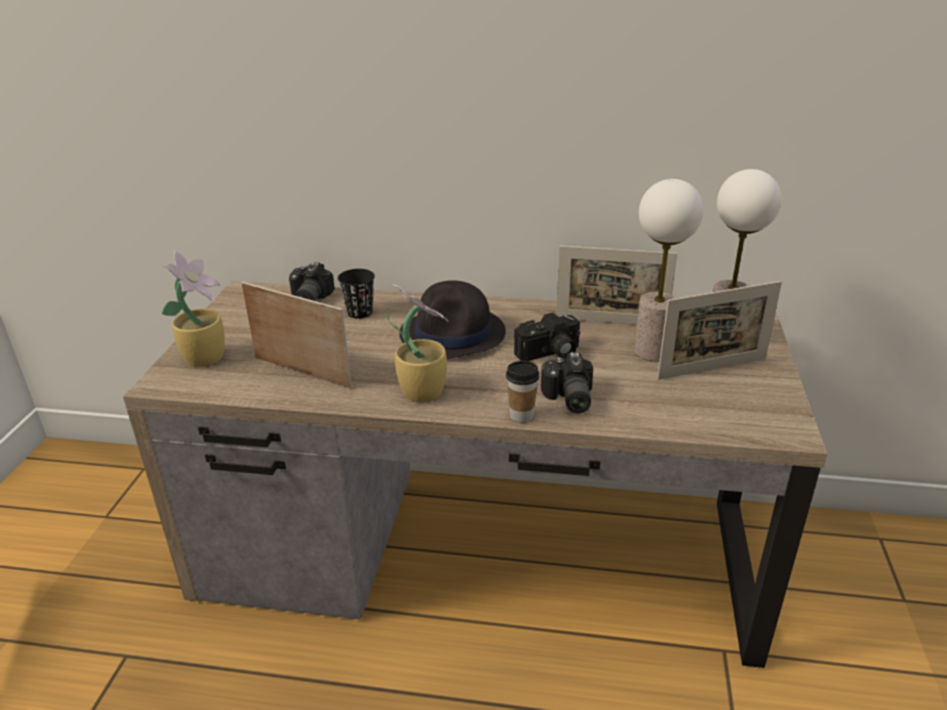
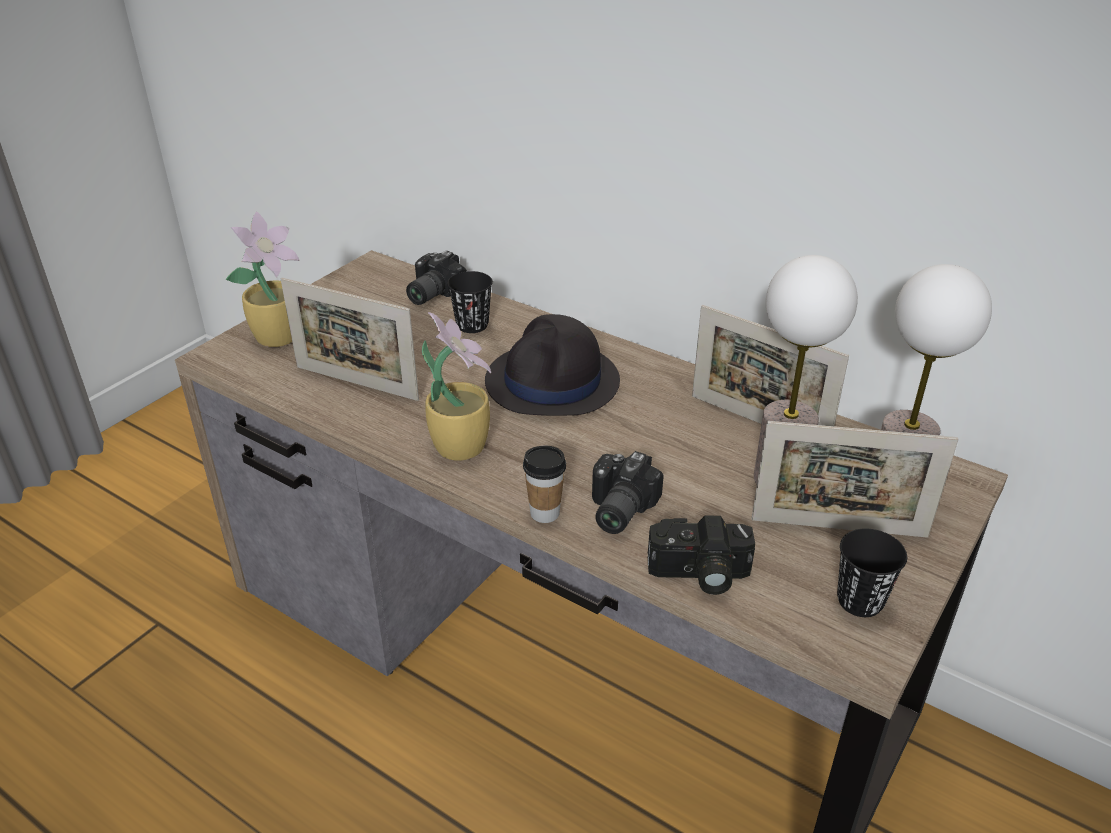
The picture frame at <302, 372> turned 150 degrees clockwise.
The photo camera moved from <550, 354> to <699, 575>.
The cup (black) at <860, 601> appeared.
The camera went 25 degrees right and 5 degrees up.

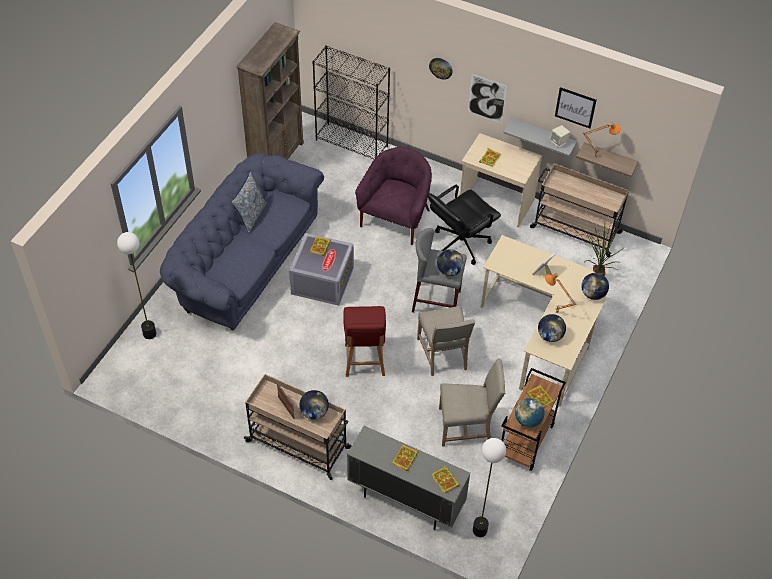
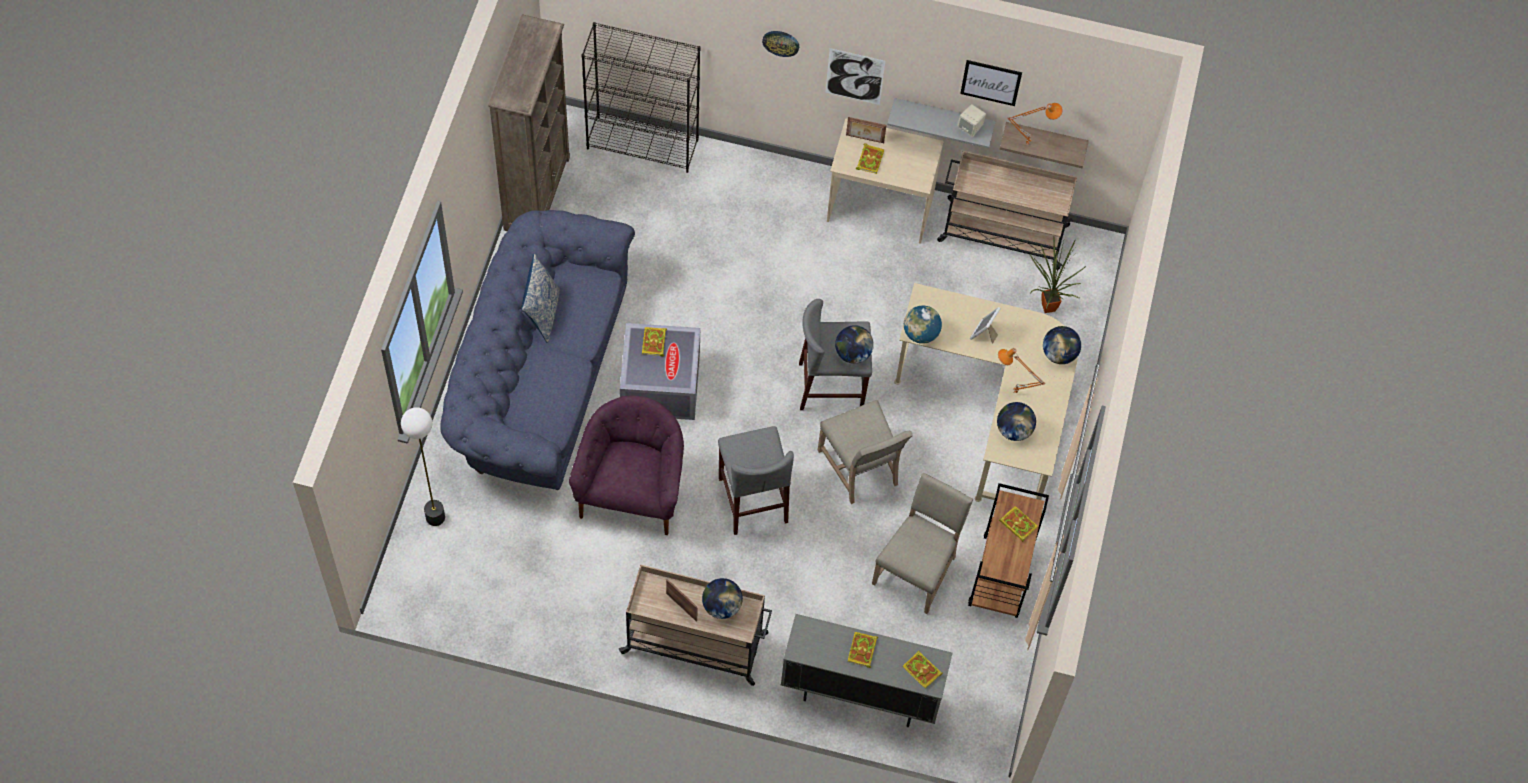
The armchair (purple) moved from <396, 218> to <632, 491>.
The chair (red) at <364, 361> was replaced by the stool (grey) at <753, 500>.
The picture frame at <864, 139> appeared.
The chair (beige) at <467, 426> turned 45 degrees counterclockwise.
The globe moved from <528, 420> to <921, 333>.
The office chair (black) at <460, 243> disappeared.
The floor lamp at <479, 530> disappeared.
The camera went 15 degrees left and 10 degrees up.

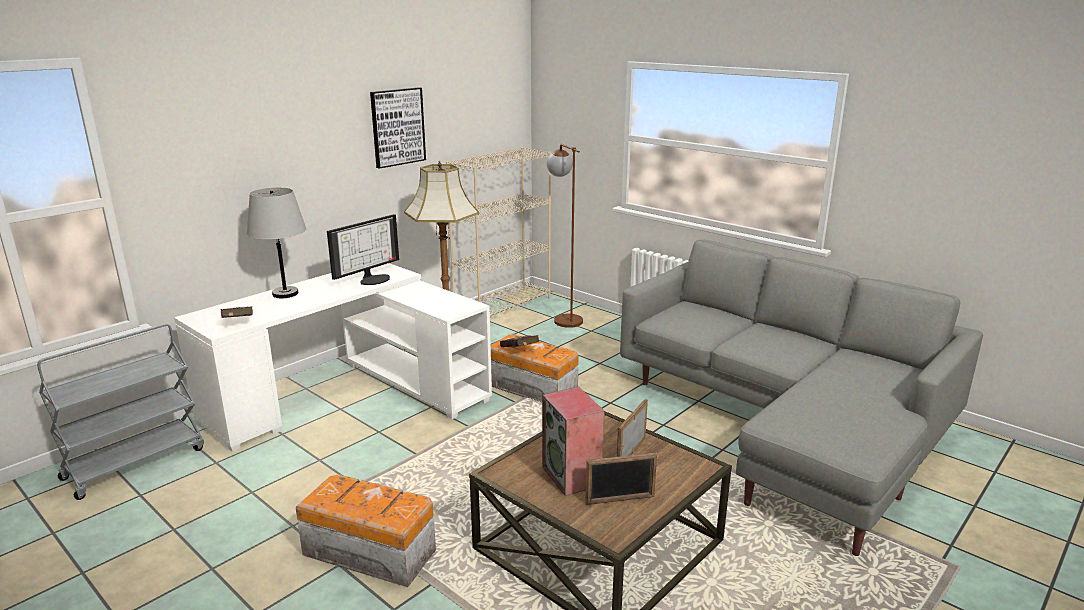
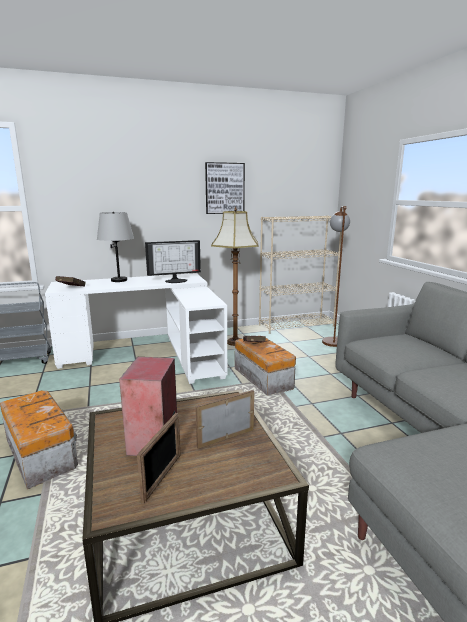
The picture frame at <620, 500> turned 90 degrees counterclockwise.
The camera went 30 degrees right and 5 degrees down.

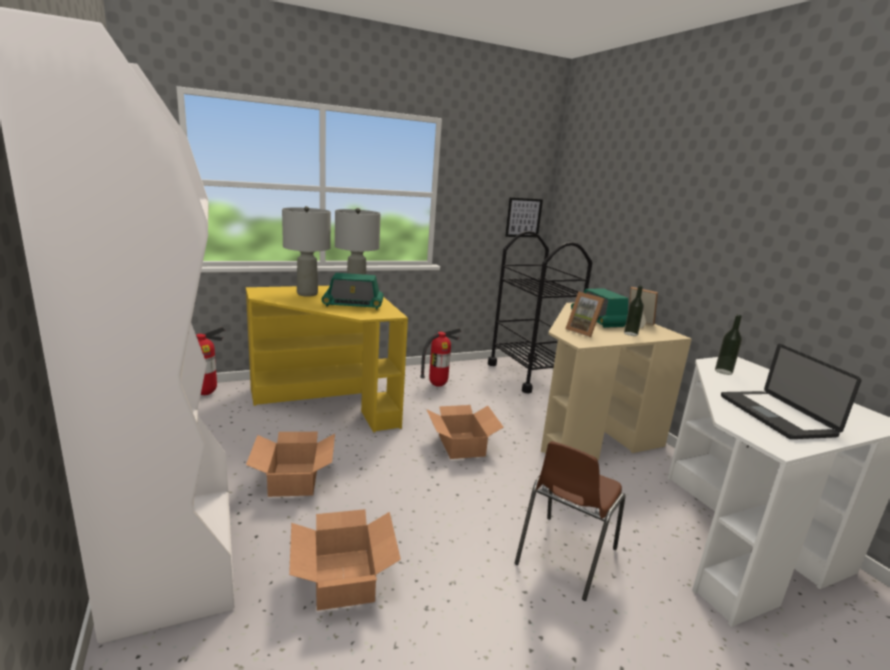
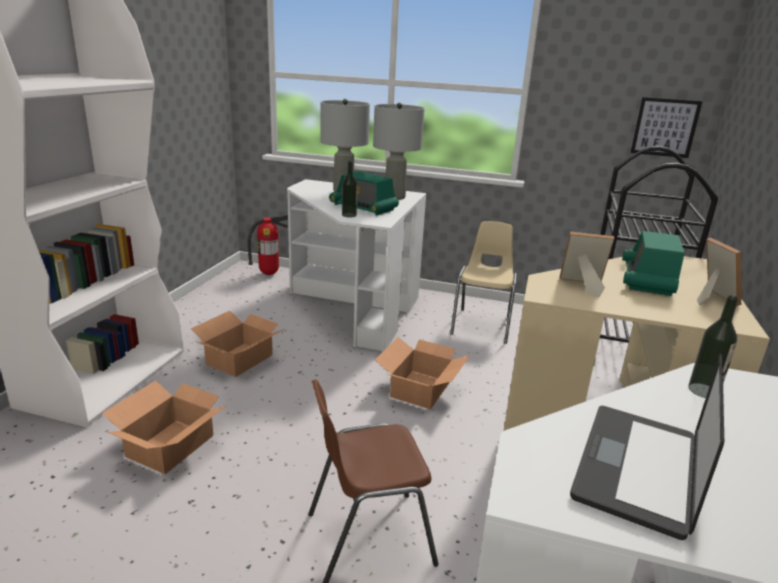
The desk (yellow) at <329, 401> became the desk (white) at <352, 308>.
The bottle moved from <630, 334> to <349, 215>.
The fire extinguisher at <437, 385> was replaced by the chair (beige) at <482, 325>.
The picture frame at <583, 331> turned 105 degrees clockwise.
The camera went 40 degrees right and 5 degrees up.

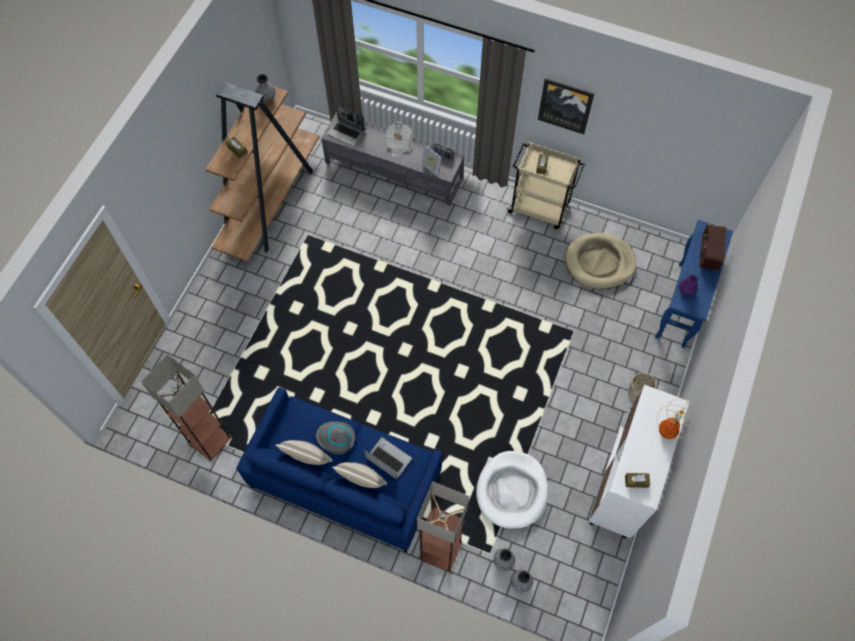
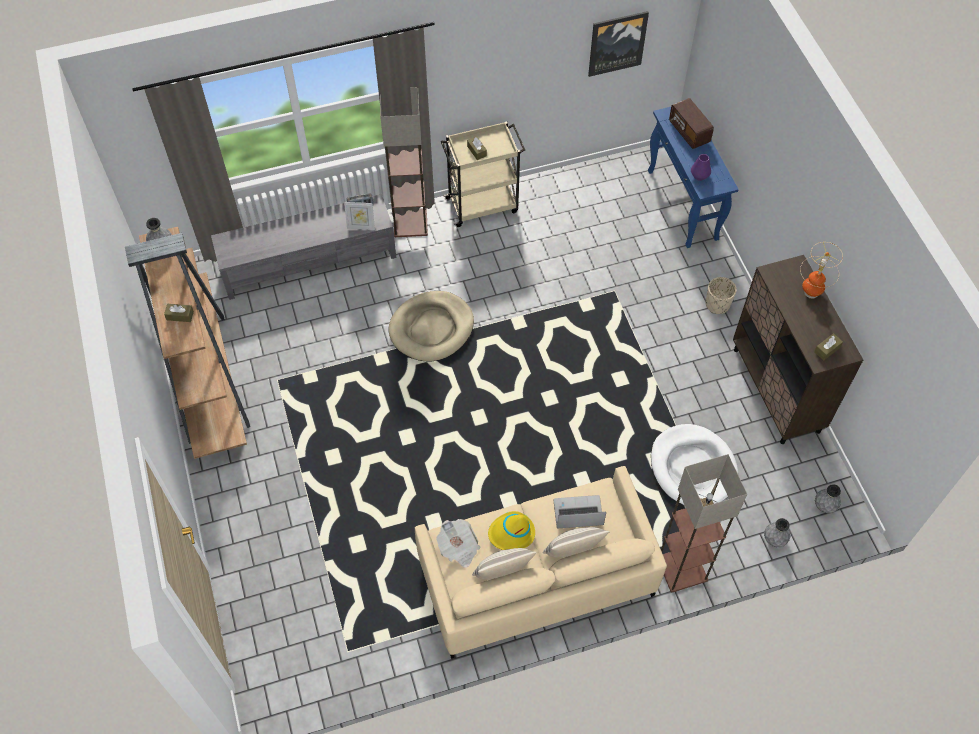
The floor lamp moved from <209, 440> to <410, 224>.
The dog bed (beige) moved from <599, 263> to <431, 328>.
The sofa (blue) at <345, 478> became the sofa (beige) at <536, 576>.
The newspaper moved from <398, 144> to <458, 548>.
The hat (grey) at <336, 438> became the hat (yellow) at <511, 533>.
The picture moved from <565, 105> to <617, 43>.
The cabinet (white) at <622, 484> became the cabinet (brown) at <776, 390>.
The vase (grey) moved from <503, 561> to <824, 506>.
The laptop at <346, 132> disappeared.
The camera went 40 degrees left and 5 degrees down.

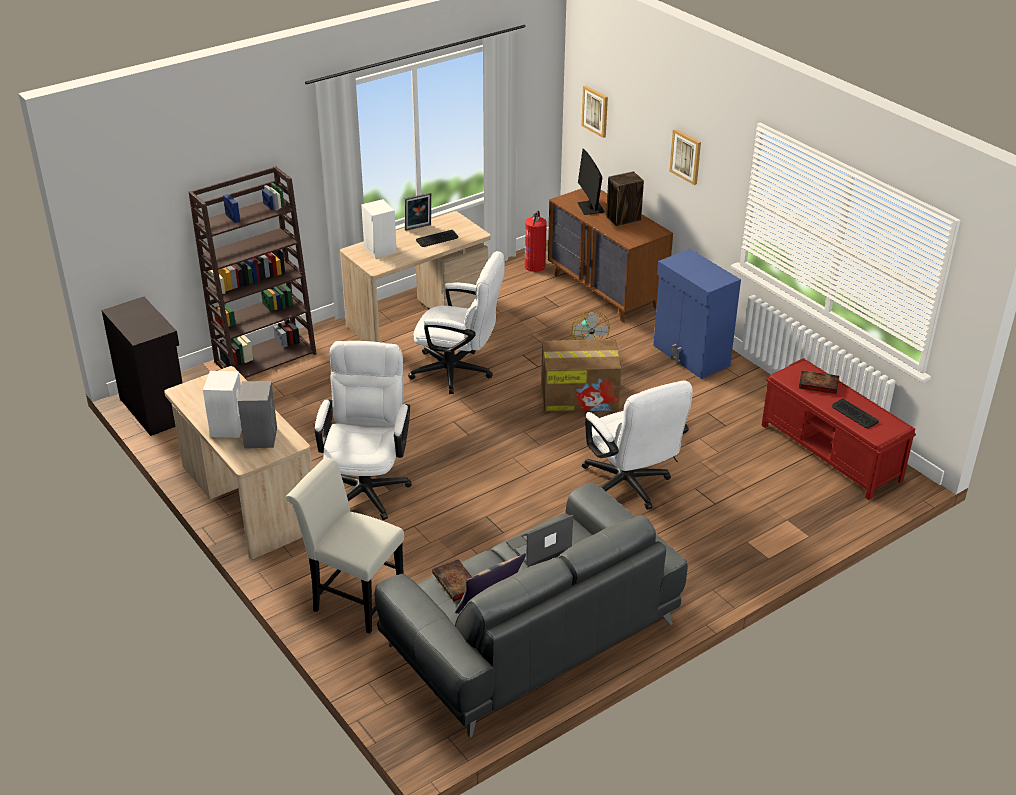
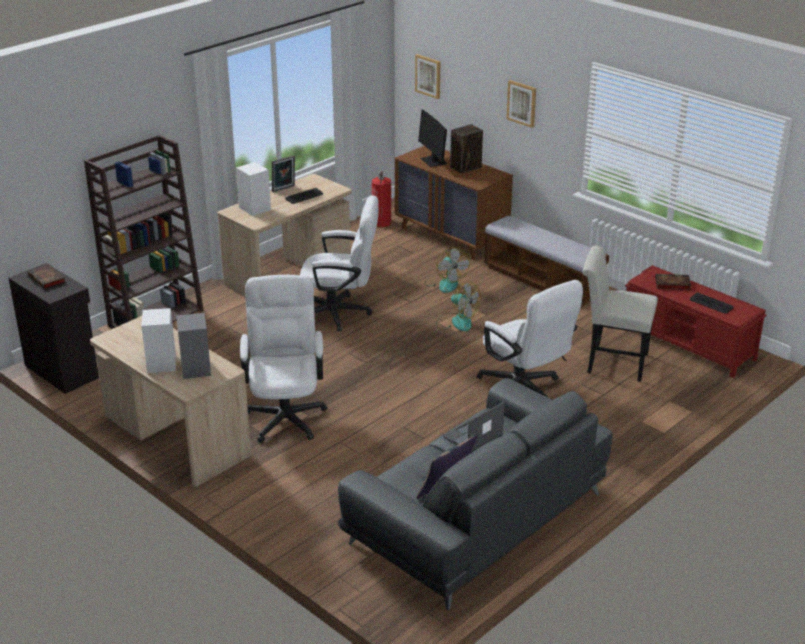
The book moved from <457, 583> to <48, 279>.
The cardboard box at <580, 396> was replaced by the fan at <456, 321>.
The cabinet (blue) at <690, 356> was replaced by the bench at <542, 281>.
The chair (white) moved from <353, 598> to <612, 362>.
The camera went 10 degrees left and 5 degrees down.

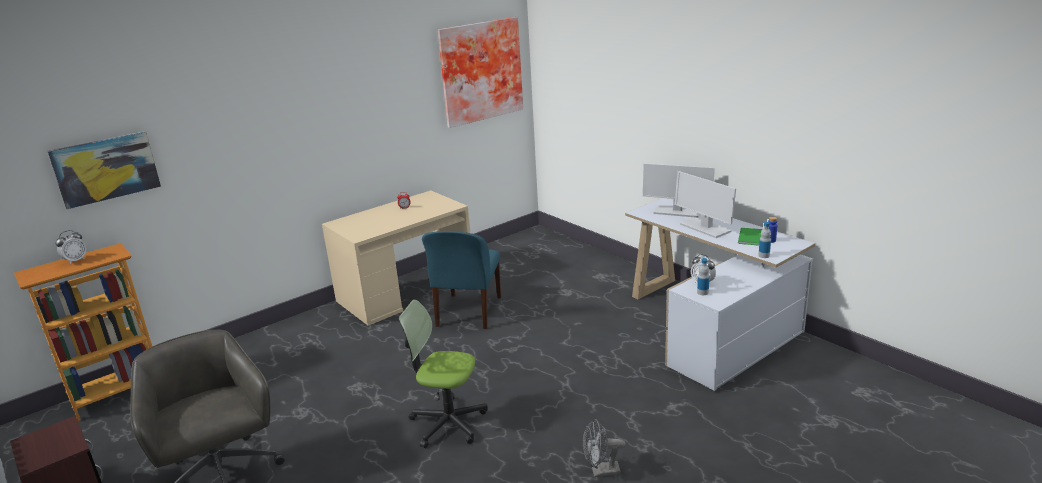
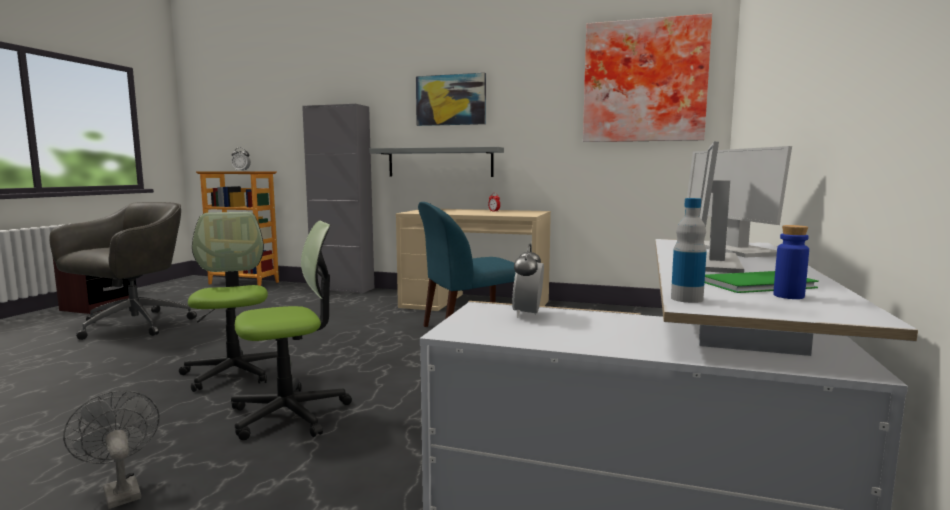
The office chair at <290, 414> appeared.
The cabinet (grey) at <342, 289> appeared.
The shelf (grey) at <440, 162> appeared.
The picture moved from <106, 169> to <451, 100>.
The bottle at <702, 292> disappeared.
The camera went 55 degrees right and 15 degrees down.

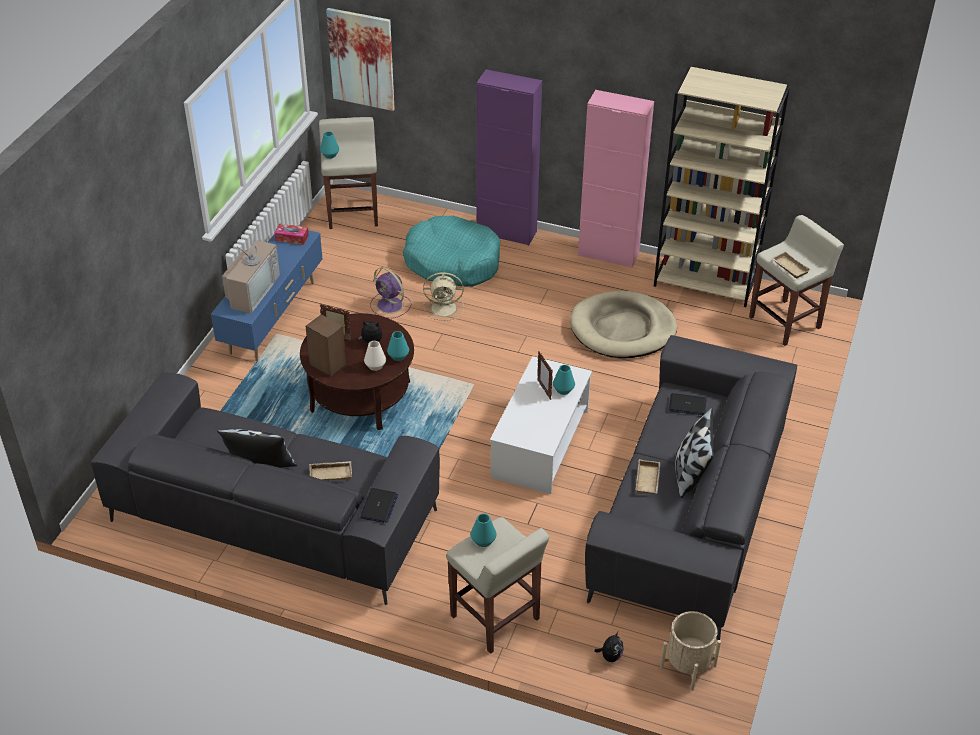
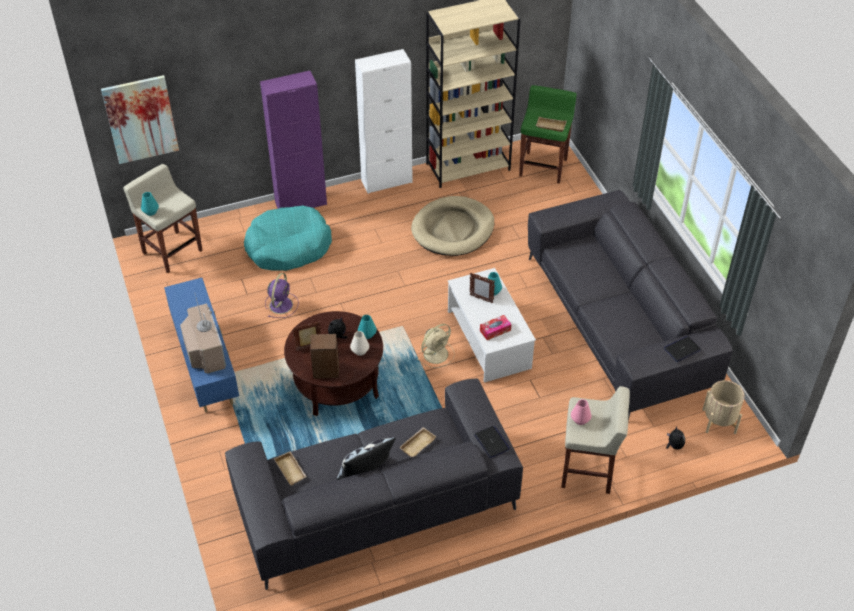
The fan (purple) at <391, 305> turned 75 degrees counterclockwise.
The tray (beige) moved from <648, 480> to <291, 470>.
The cabinet (pink) at <608, 254> became the cabinet (white) at <386, 181>.
The fan (beige) moved from <445, 308> to <436, 353>.
The tissue box moved from <292, 238> to <495, 330>.
The stool (beige) at <785, 322> became the stool (green) at <543, 167>.
The vase (turquoise) at <483, 540> became the vase (pink) at <580, 419>.
The laptop moved from <687, 405> to <682, 349>.
The pillow at <690, 474> disappeared.
The camera went 40 degrees left and 5 degrees up.

